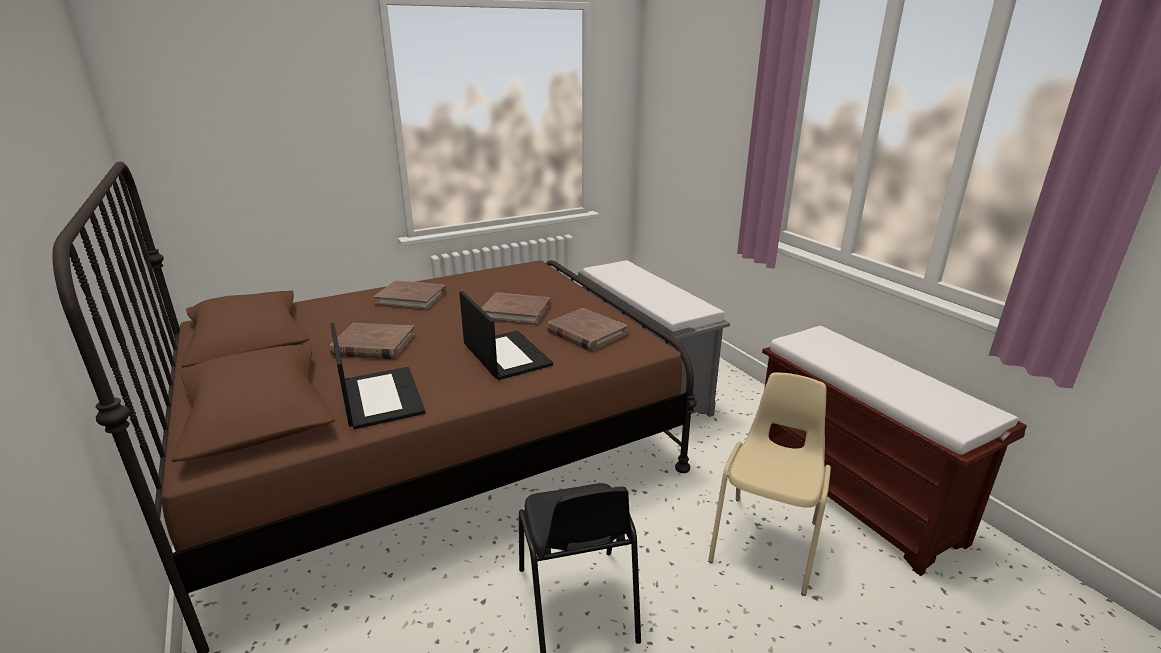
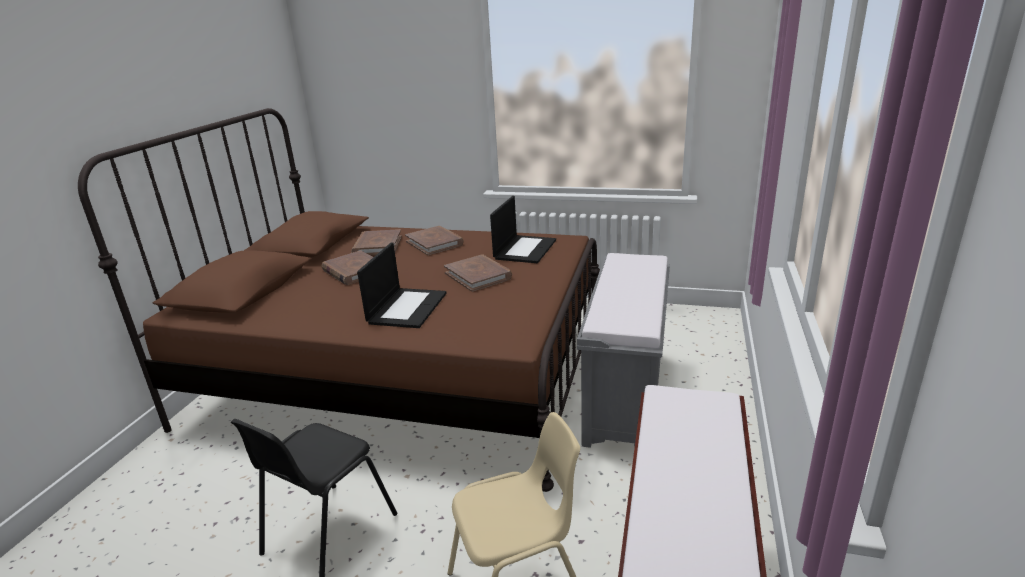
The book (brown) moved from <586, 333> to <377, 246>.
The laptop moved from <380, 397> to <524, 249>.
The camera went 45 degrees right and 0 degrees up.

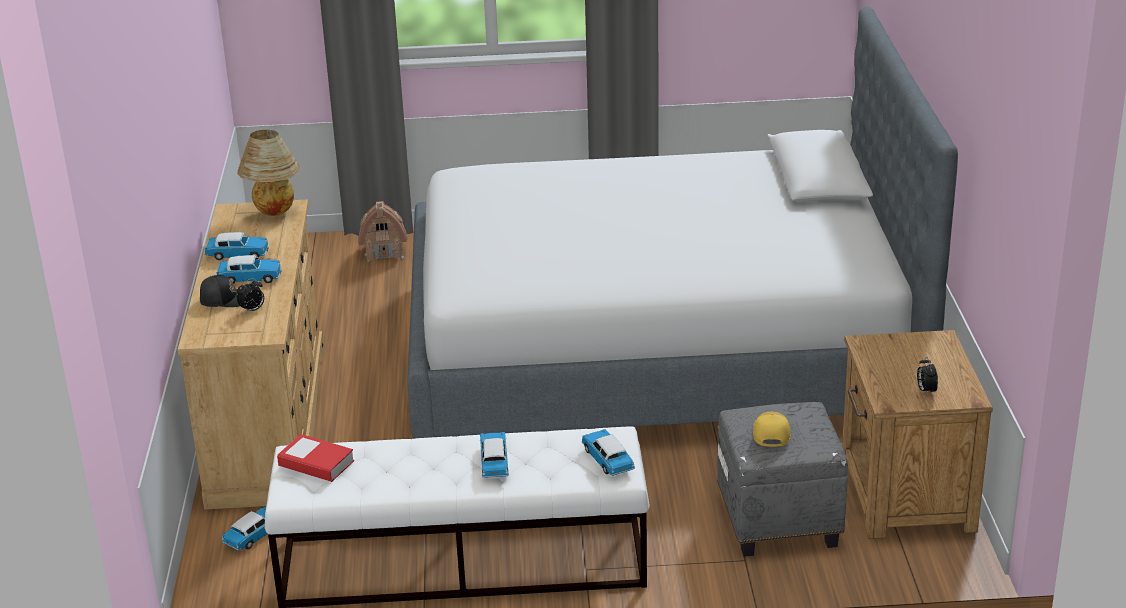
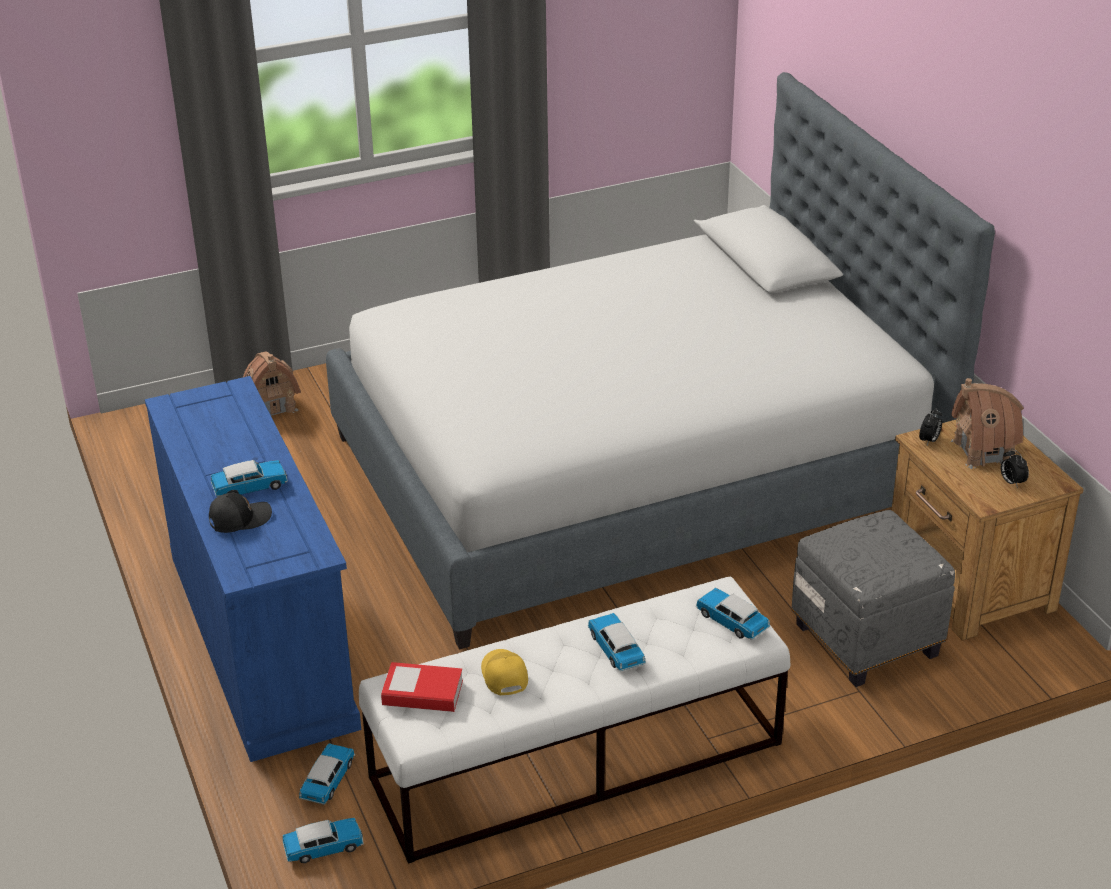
The dresser (beige) at <268, 421> became the dresser (blue) at <260, 638>.
The toy car moved from <238, 255> to <324, 847>.
The cap (yellow) moved from <770, 433> to <503, 676>.
The alarm clock moved from <252, 310> to <929, 441>.
The toy house at <983, 451> appeared.
The table lamp at <273, 213> disappeared.
The camera went 20 degrees left and 5 degrees up.

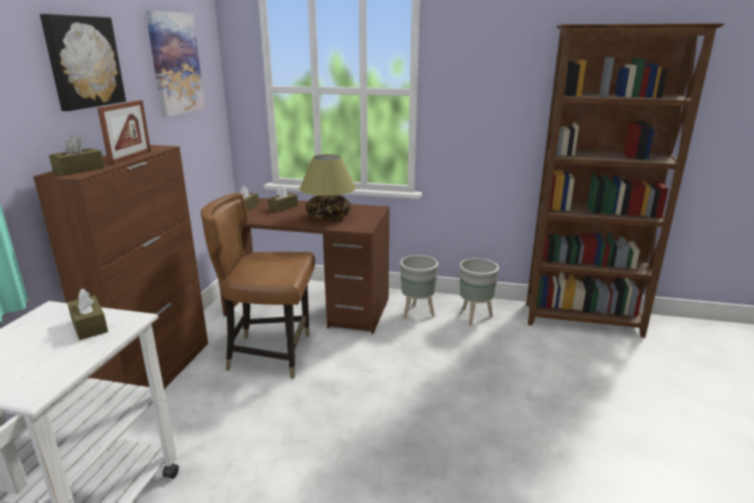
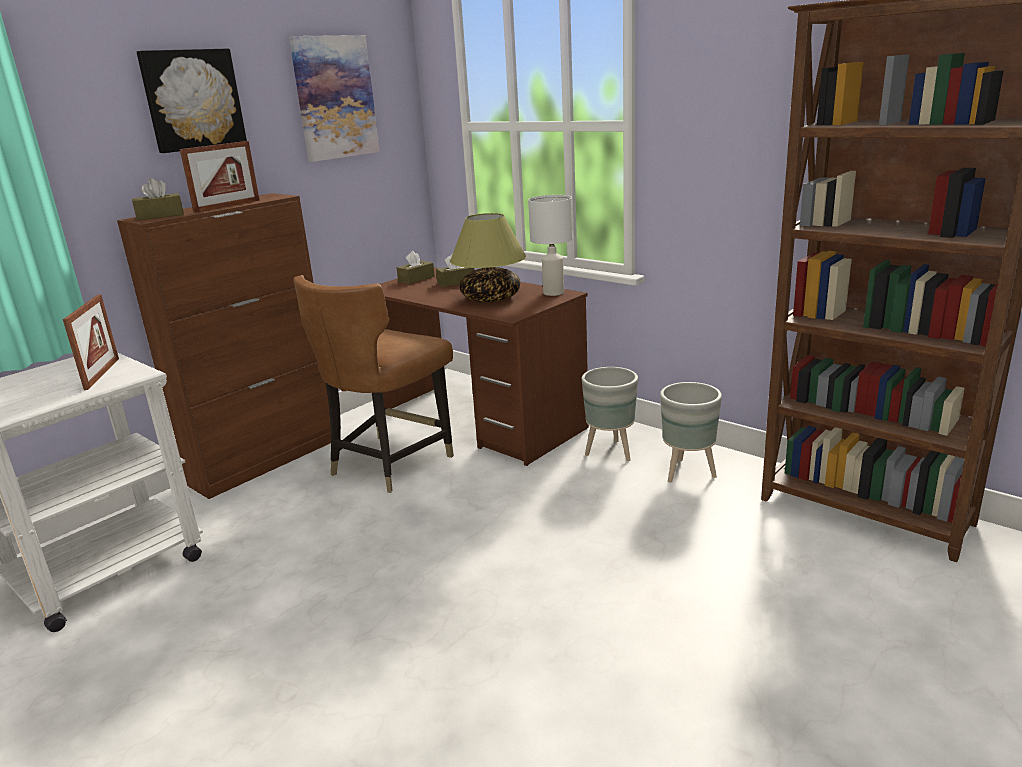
The tissue box (brown) at <89, 326> was replaced by the picture frame at <102, 373>.
The chair (brown) at <270, 354> turned 90 degrees counterclockwise.
The table lamp (white) at <554, 292> appeared.
The camera went 30 degrees right and 0 degrees up.

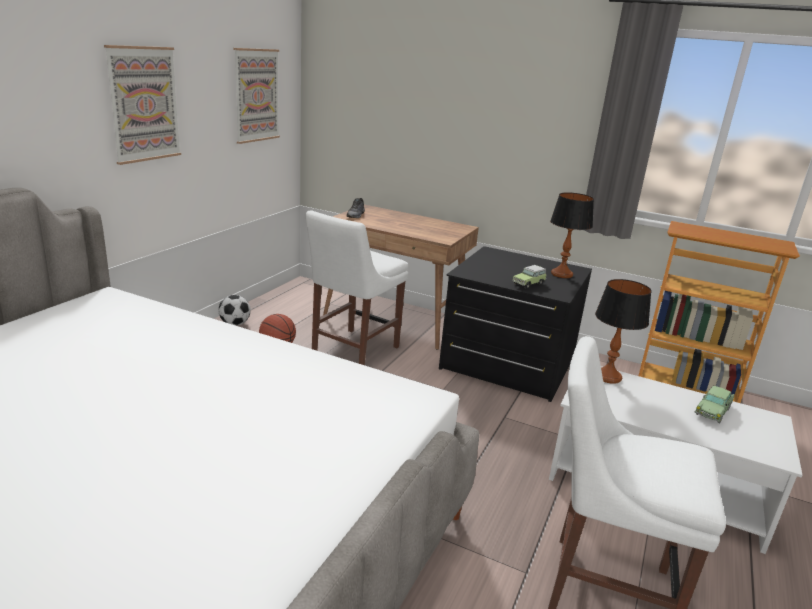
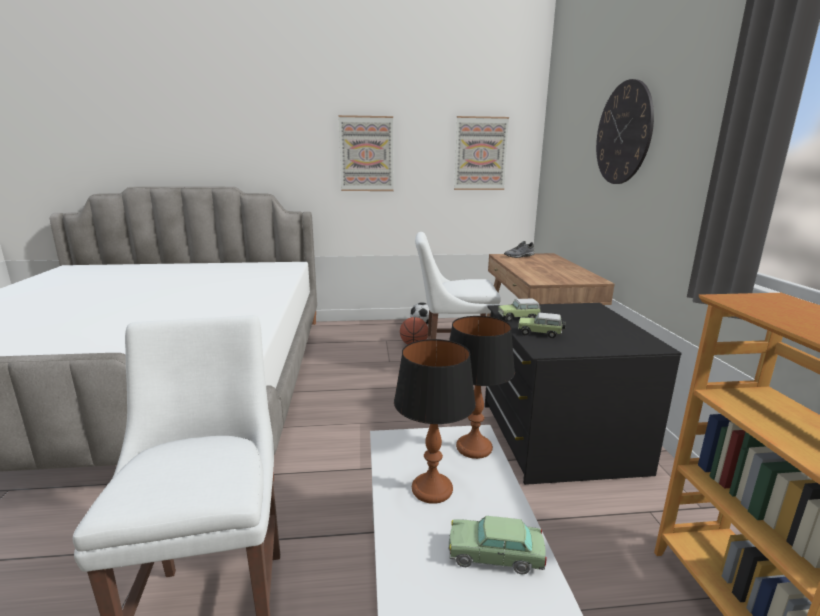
The table lamp moved from <562, 274> to <432, 489>.
The toy car at <519, 318> appeared.
The wall clock at <623, 133> appeared.
The camera went 60 degrees right and 5 degrees down.

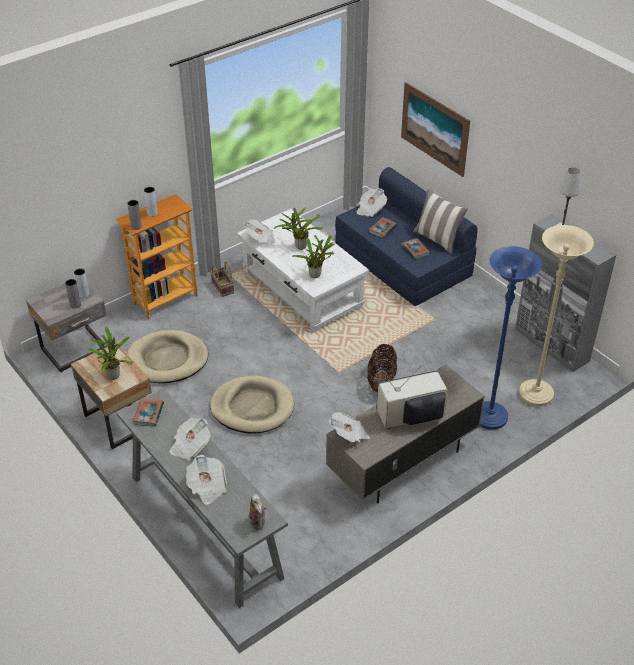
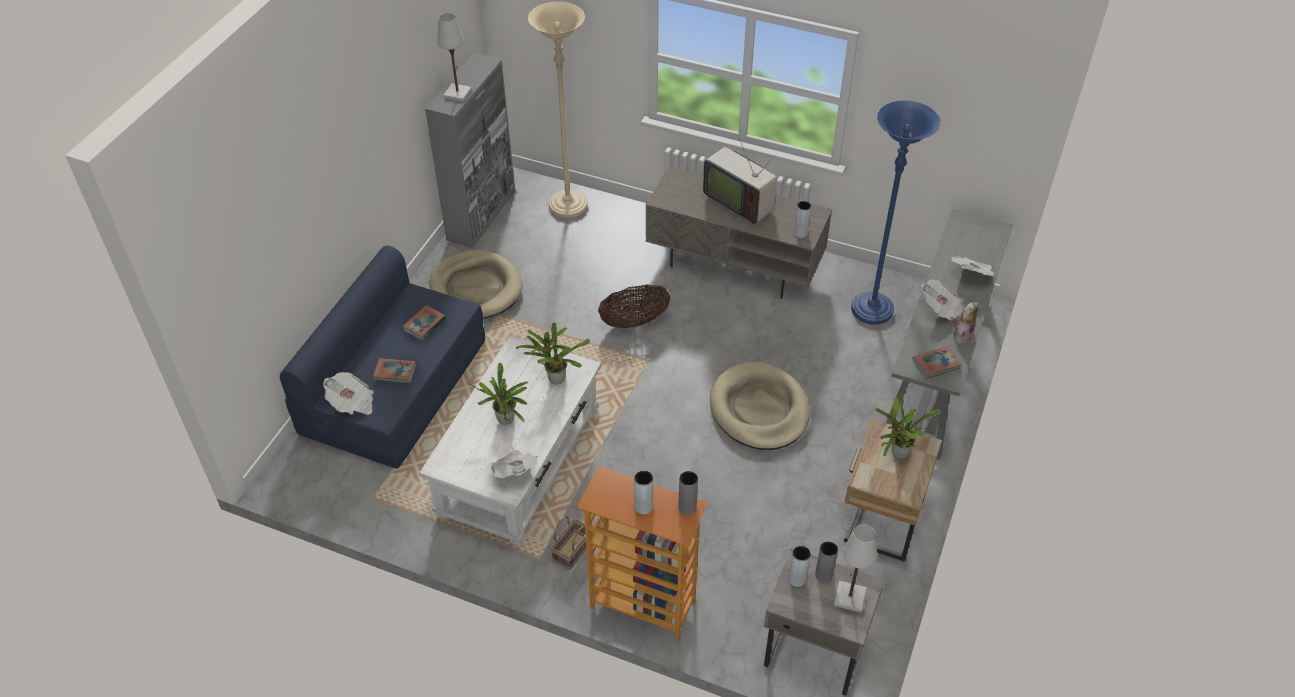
The dog bed (beige) moved from <167, 359> to <476, 288>.
The newspaper at <349, 435> was replaced by the vase (grey) at <800, 233>.
The table lamp (white) at <849, 597> appeared.
The floor lamp (blue) moved from <489, 417> to <872, 310>.
The plush toy moved from <258, 522> to <961, 335>.
The picture at <434, 129> disappeared.
The pillow at <437, 239> disappeared.
The camera went 120 degrees left and 5 degrees up.

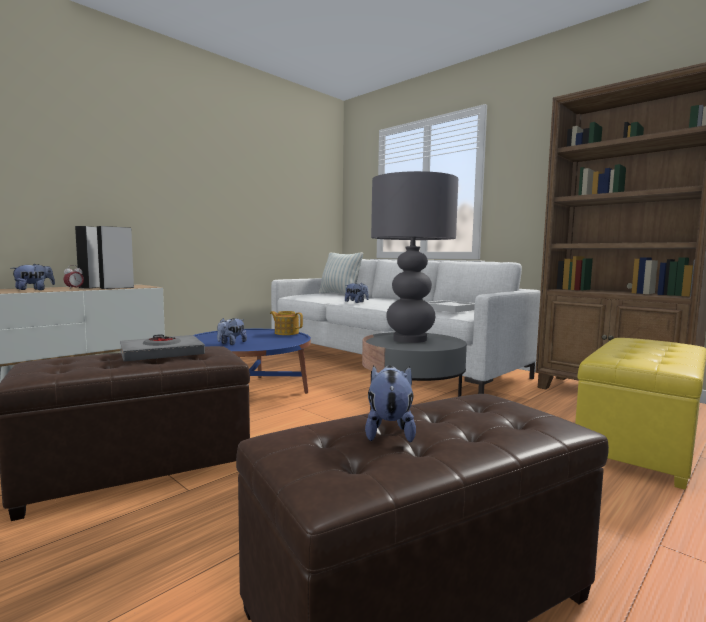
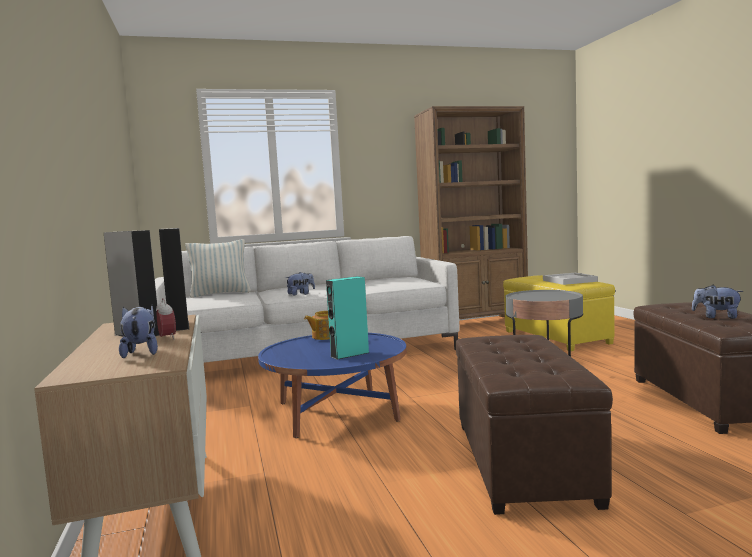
The plush toy at <231, 343> was replaced by the speaker (turquoise) at <350, 354>.
The tray (white) moved from <449, 308> to <568, 281>.
The book (grey) at <162, 354> disappeared.
The table lamp (grey) at <409, 339> disappeared.
The camera went 60 degrees left and 0 degrees up.

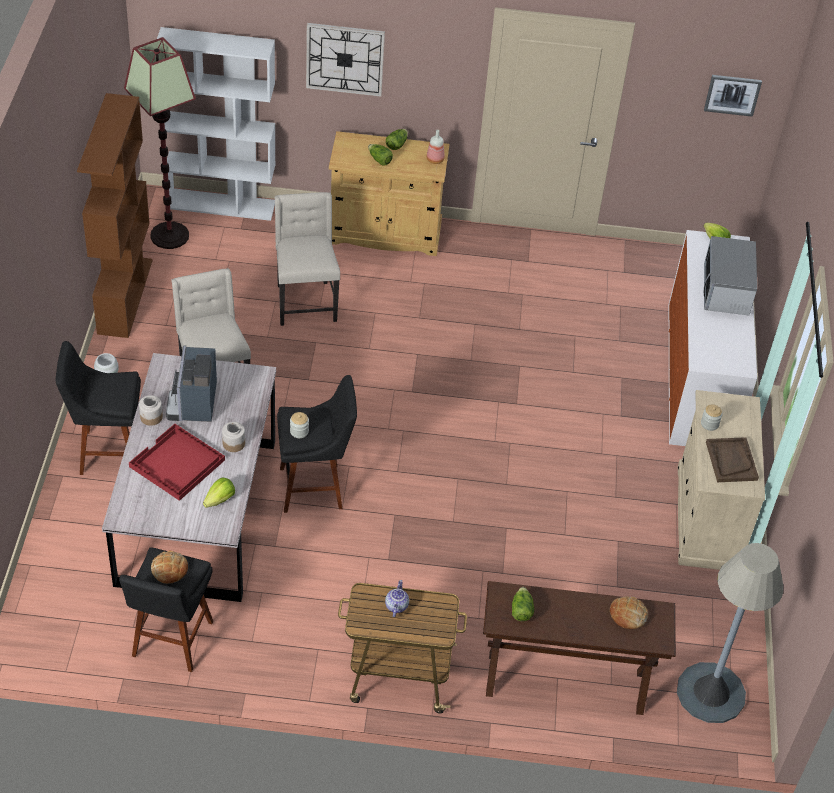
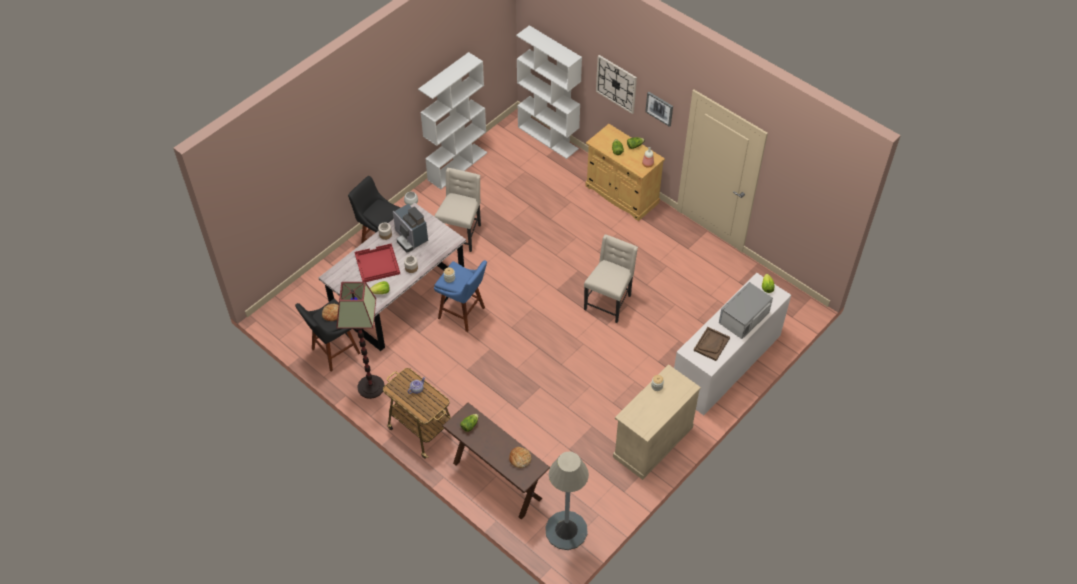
The floor lamp moved from <169, 235> to <370, 387>.
The coffee machine at <194, 404> turned 75 degrees counterclockwise.
The bookcase (brown) at <124, 296> became the bookcase (white) at <457, 166>.
The stool (black) at <315, 488> became the stool (blue) at <463, 314>.
The chair (beige) moved from <305, 302> to <608, 302>.
The picture moved from <732, 94> to <659, 108>.
The tray (brown) moved from <731, 461> to <711, 344>.
The camera went 40 degrees right and 5 degrees up.

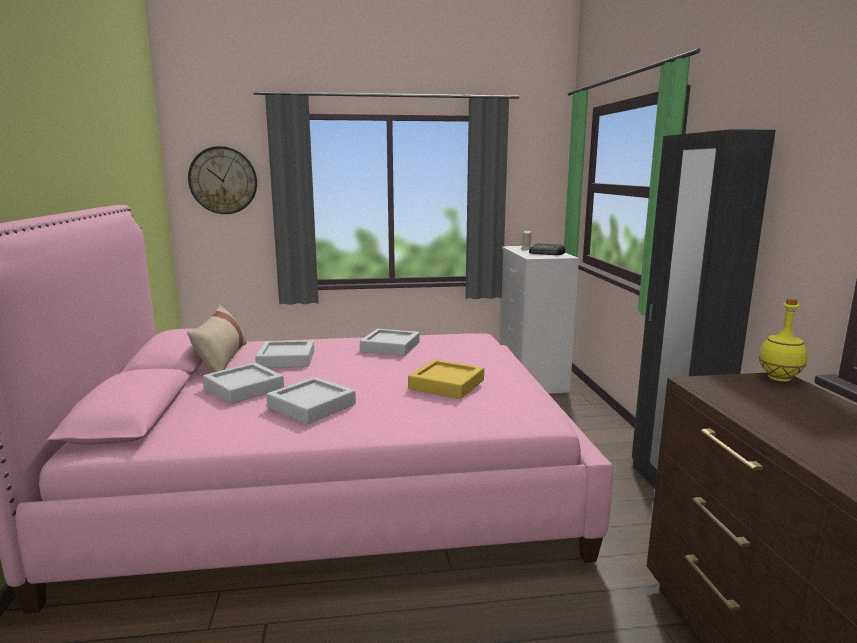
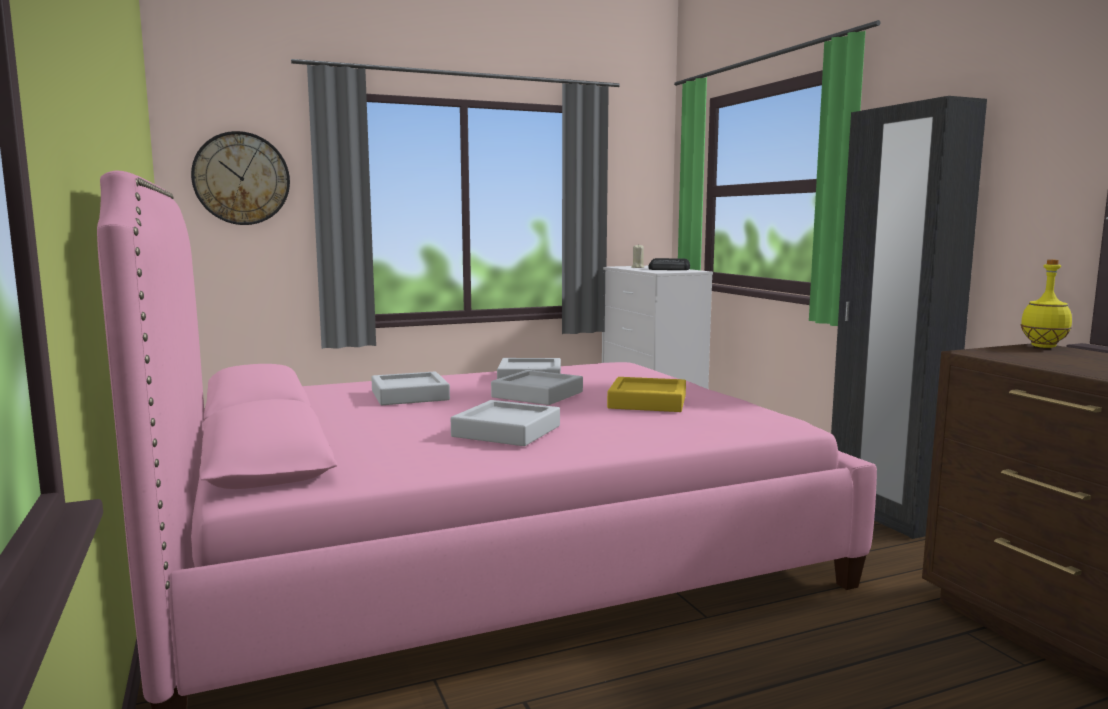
The tray (grey) moved from <244, 388> to <537, 394>.
The pillow (beige) at <222, 359> disappeared.
The camera went 15 degrees left and 5 degrees down.

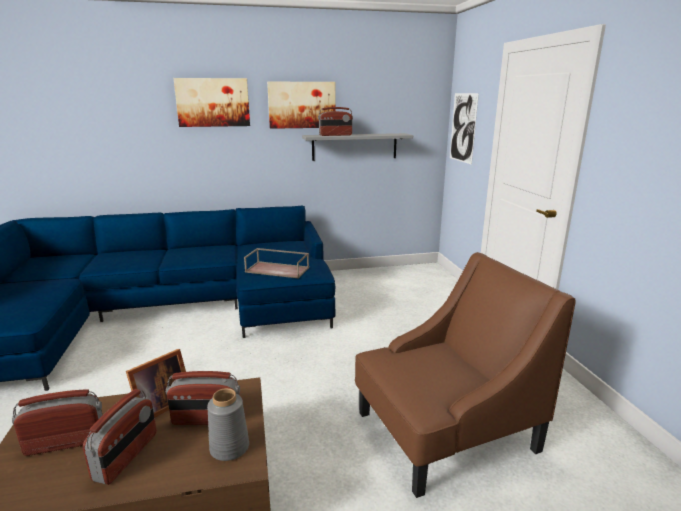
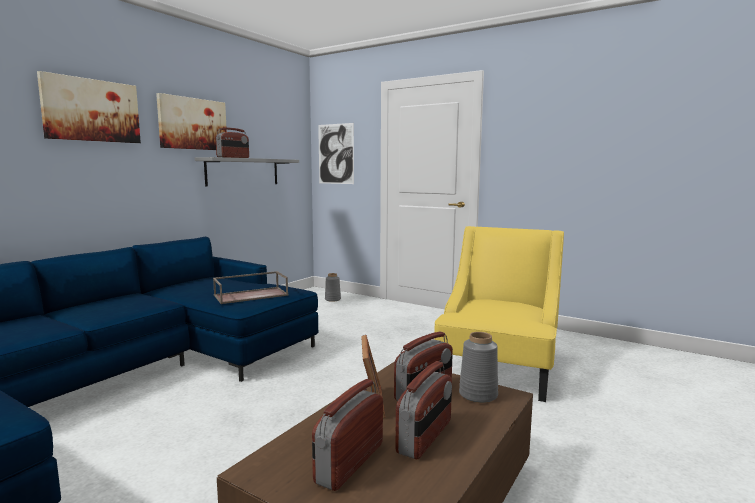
The vase (grey) at <333, 299> appeared.
The radio at <127, 456> turned 60 degrees clockwise.
The armchair (brown) at <445, 431> became the armchair (yellow) at <499, 368>.
The camera went 45 degrees left and 10 degrees down.

